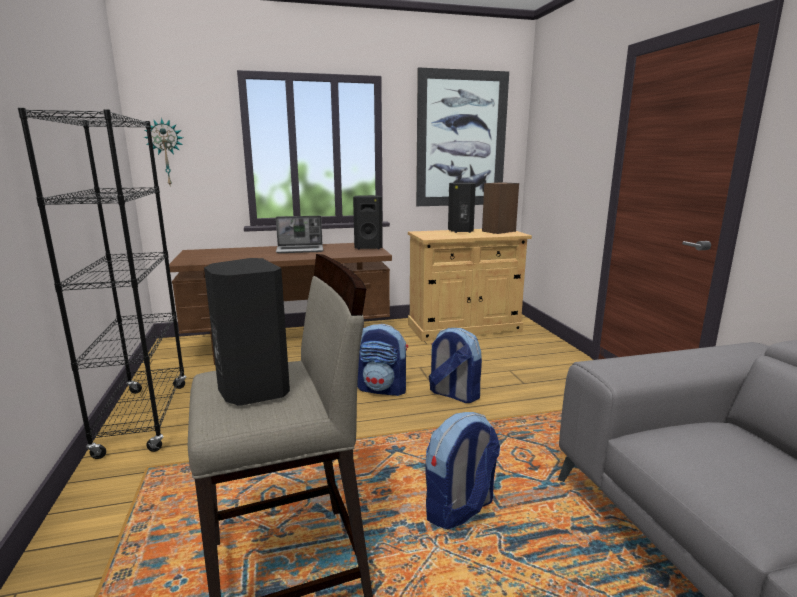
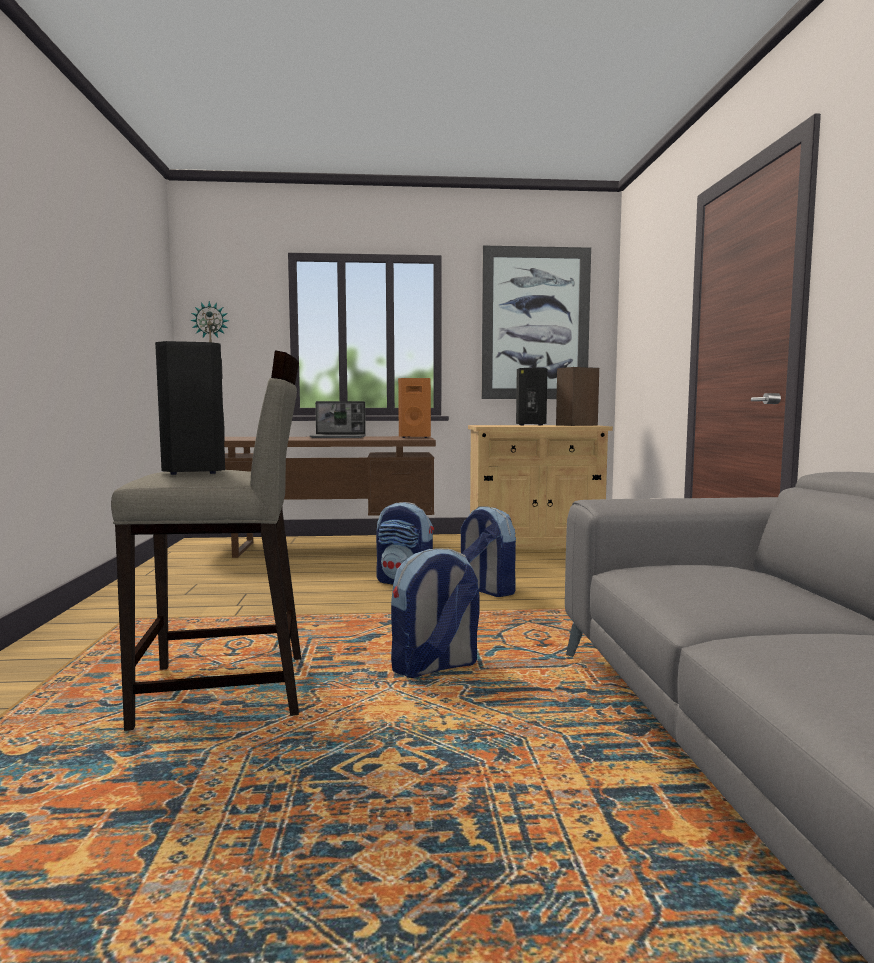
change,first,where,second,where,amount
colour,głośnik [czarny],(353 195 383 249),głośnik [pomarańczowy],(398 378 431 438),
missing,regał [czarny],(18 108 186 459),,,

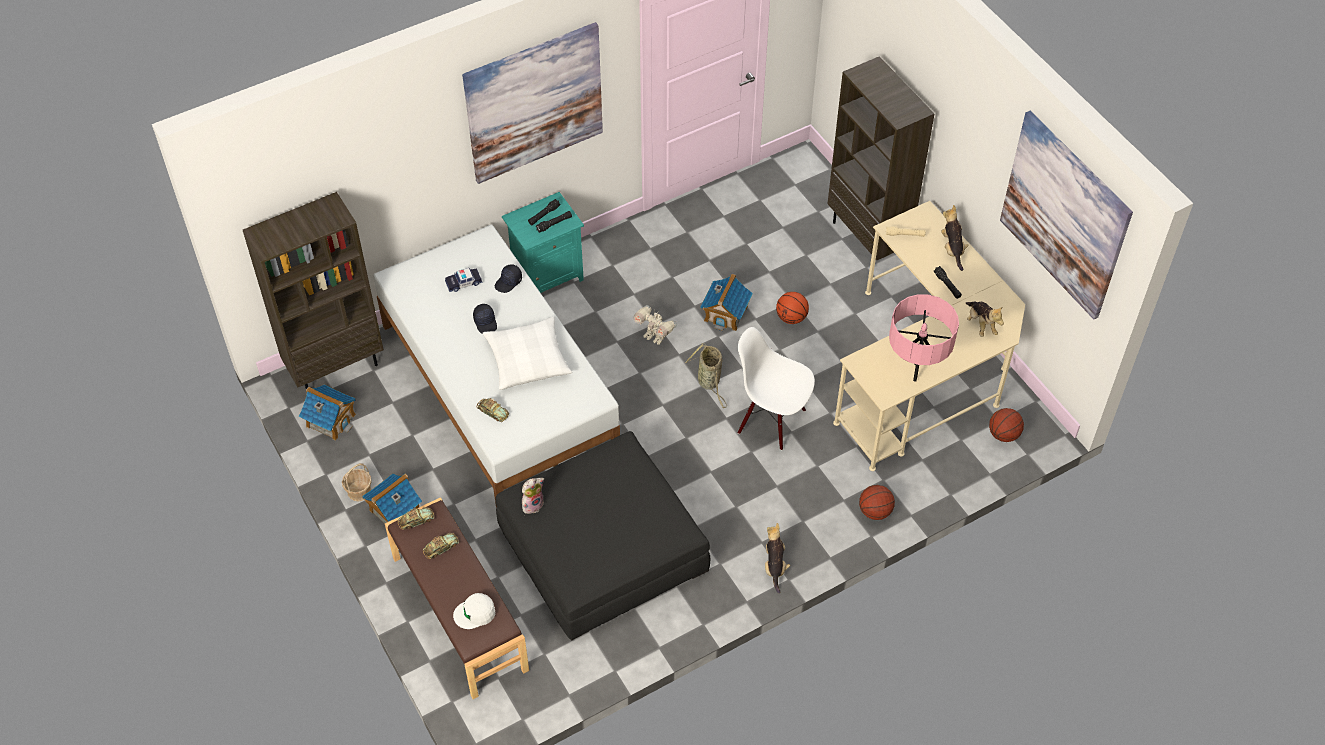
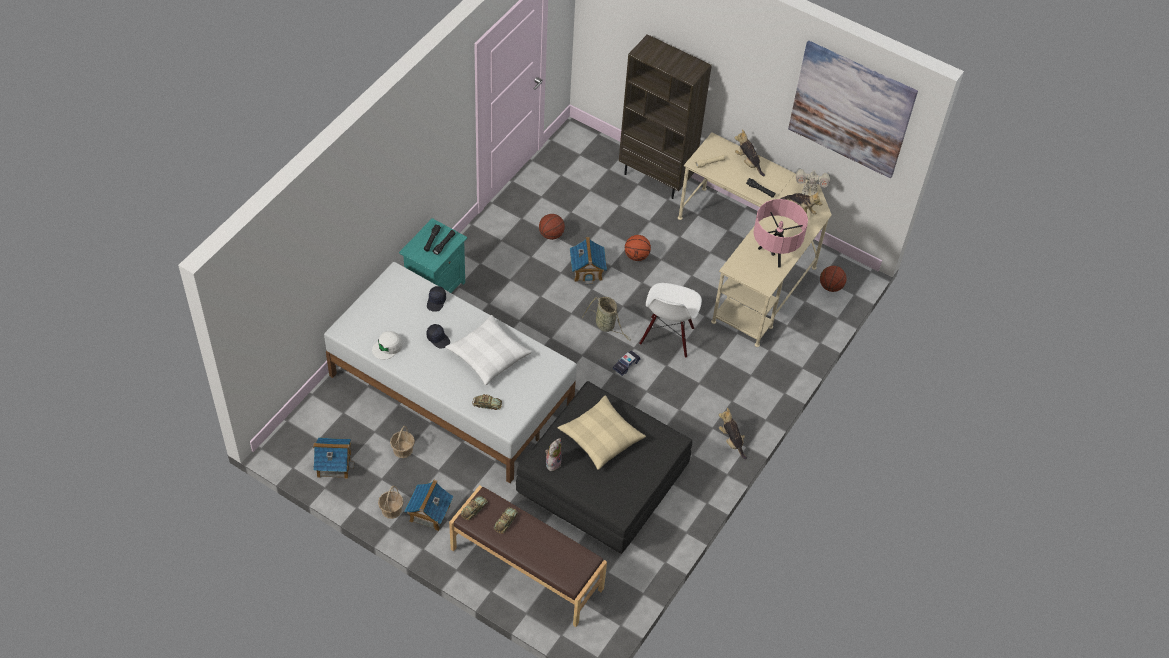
change,first,where,second,where,amount
relocated,czapka z daszkiem [biały],(453 593 495 629),,(372 331 403 360),
appeared,,,koszyk,(390 426 415 458),
relocated,piłka do koszykówki,(859 485 895 520),,(539 214 565 240),
appeared,,,poduszka [beżowy],(558 395 646 470),
relocated,samochodzik,(445 268 482 292),,(613 350 641 376),
spun,krzesło [biały],(738 327 815 450),,(639 283 702 358),75 degrees counterclockwise
relocated,robot zabawkowy,(633 305 677 345),,(796 168 830 196),
missing,regał [brązowy],(243 192 384 389),,,
missing,obraz,(462 22 603 184),,,

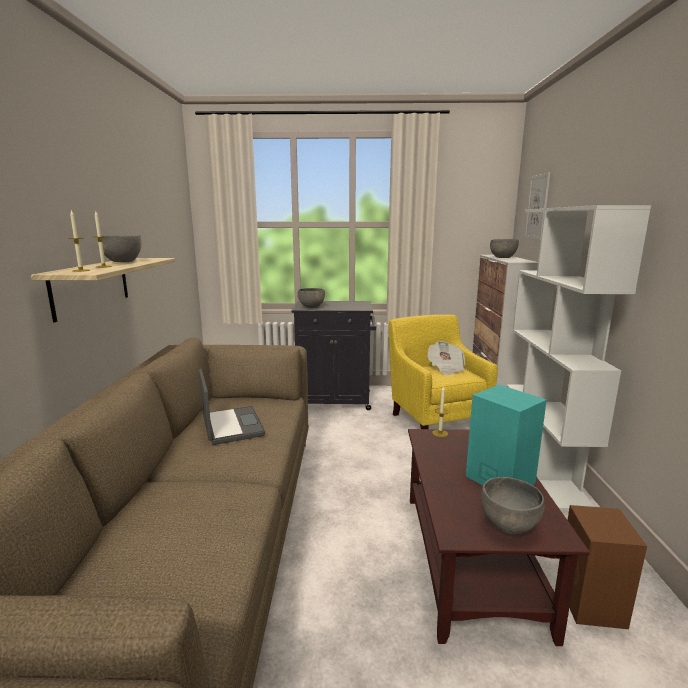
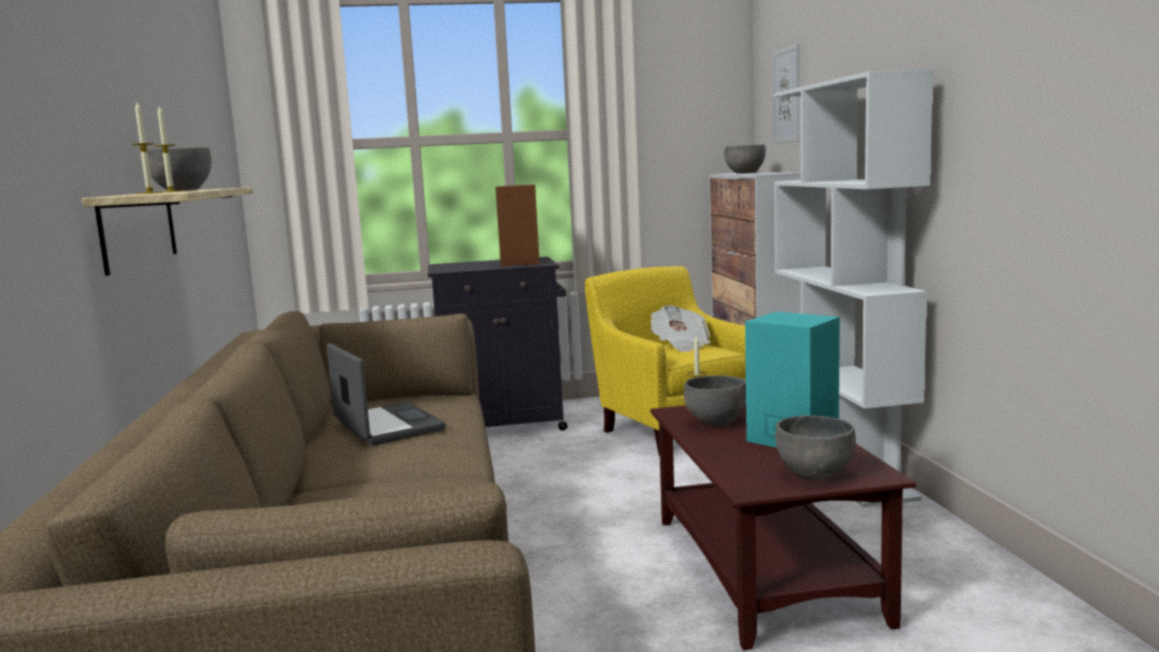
change,first,where,second,where,amount
relocated,głośnik [brązowy],(568 505 647 629),,(496 184 540 266),
relocated,miska [szary],(298 288 325 308),,(684 375 746 426),

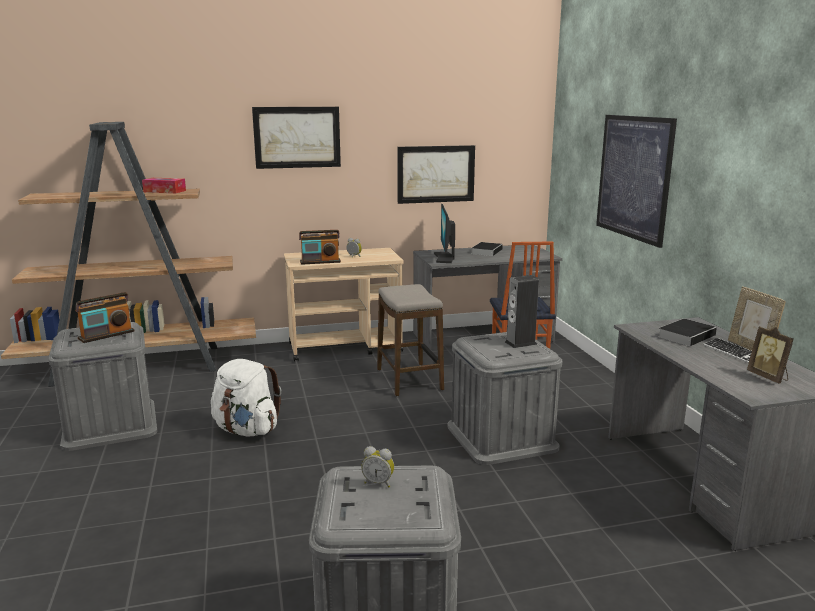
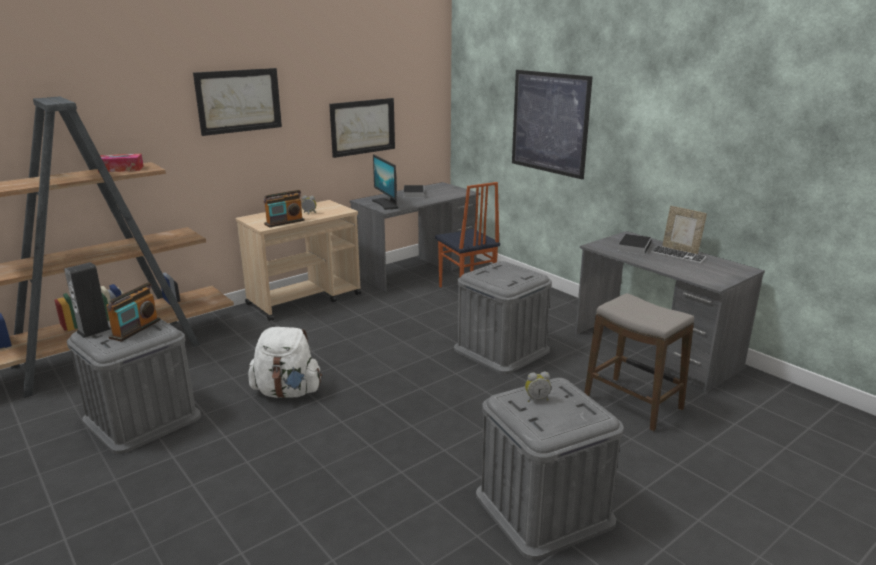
change,first,where,second,where,amount
relocated,głośnik,(505 275 539 348),,(64 262 111 338),
relocated,stołek,(377 284 444 396),,(584 293 694 431),
missing,ramka na zdjęcie,(747 326 794 383),,,

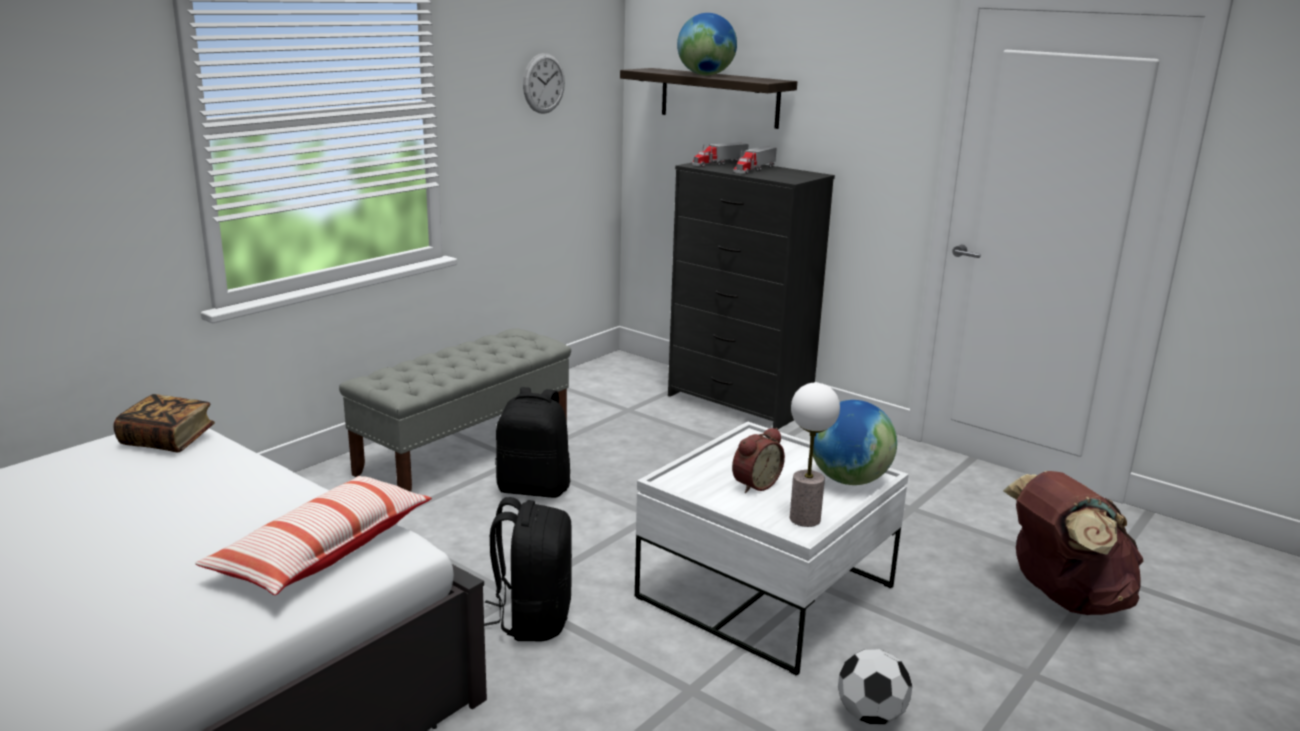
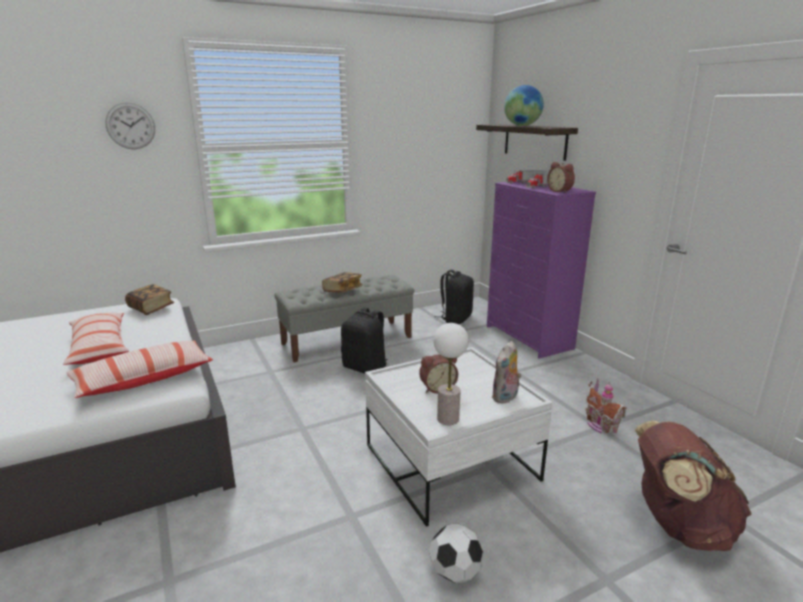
change,first,where,second,where,amount
appeared,,,poduszka,(63 312 129 365),
relocated,zegar ścienny,(523 53 565 114),,(105 102 155 149),
appeared,,,książka,(322 272 363 293),
relocated,plecak [czarny],(484 497 572 641),,(435 270 474 324),
colour,komoda [czarny],(668 160 835 429),komoda [fioletowy],(487 180 596 359),
exchanged,globus,(810 400 897 485),pluszak,(492 341 521 404),
appeared,,,budzik,(547 162 575 193),
appeared,,,domek,(586 378 627 434),

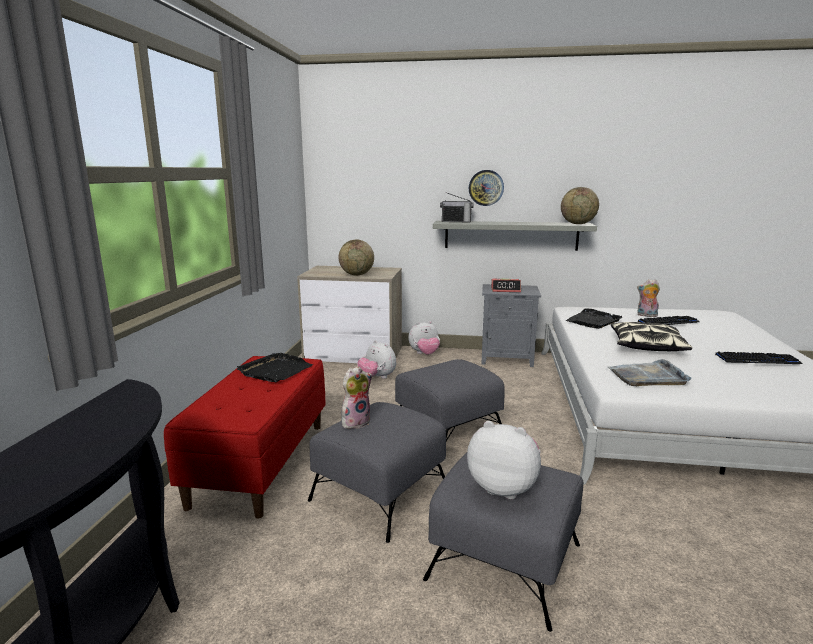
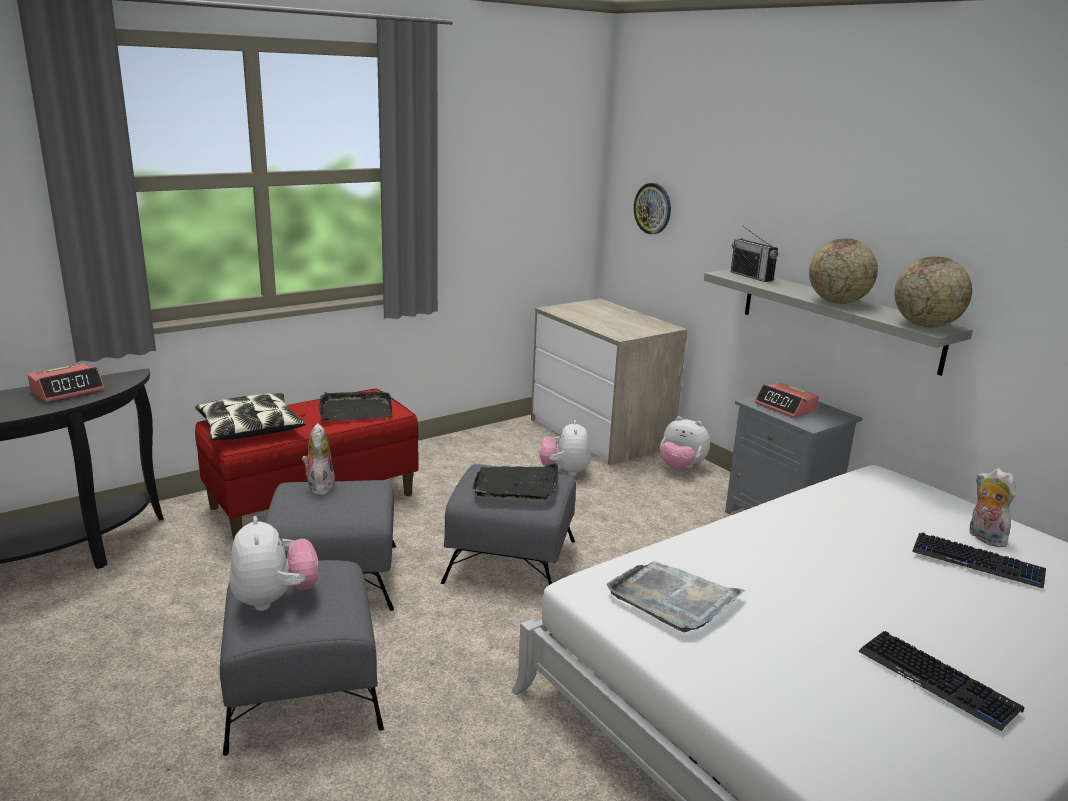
change,first,where,second,where,amount
appeared,,,budzik,(27 363 104 402),
relocated,poduszka,(611 322 692 351),,(195 393 306 441),
spun,pluszak,(341 366 372 429),,(302 423 335 495),105 degrees counterclockwise
relocated,taca [czarny],(565 308 623 329),,(472 463 558 500),
relocated,zegar ścienny,(469 170 504 206),,(634 183 671 234),
relocated,globus,(339 239 374 275),,(809 238 878 304),

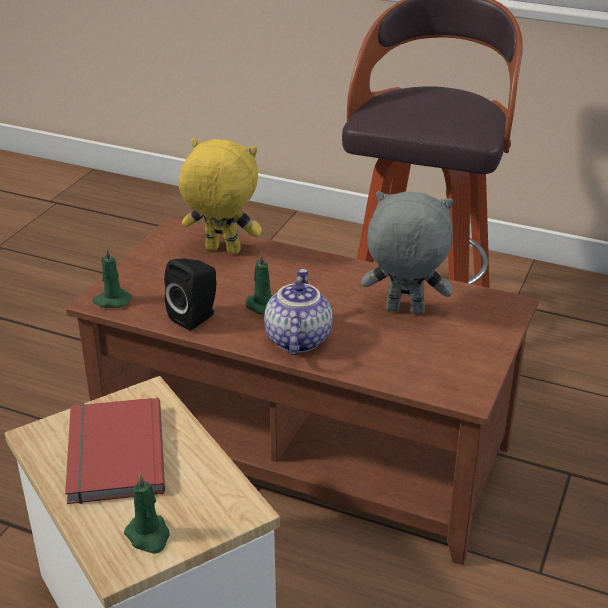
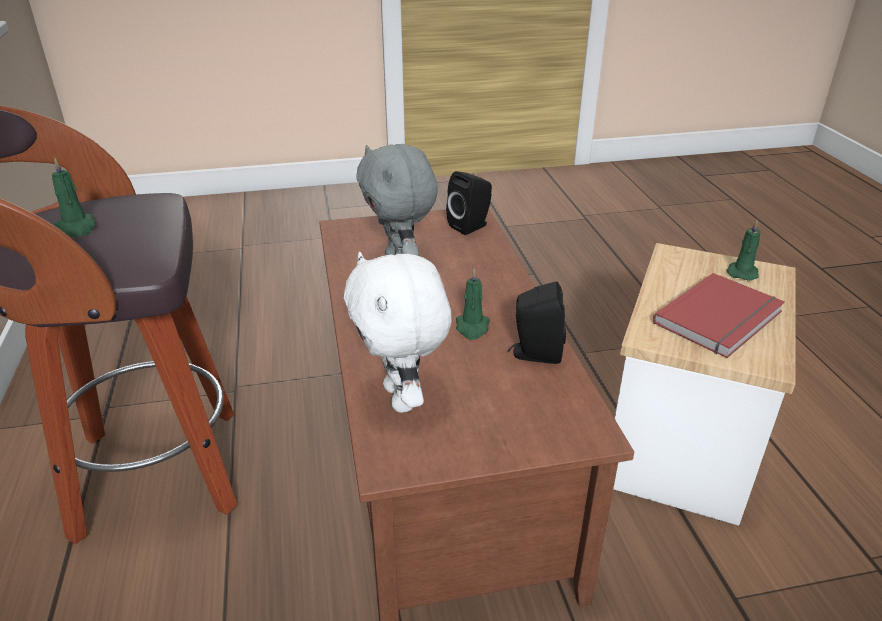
change,first,where,second,where,amount
relocated,świeca [zielony],(92 247 131 308),,(52 157 96 237),
colour,pluszak [żółty],(179 139 262 254),pluszak [biały],(344 252 452 413),
appeared,,,głośnik [czarny],(446 171 492 235),
missing,imbryk,(264 269 333 355),,,

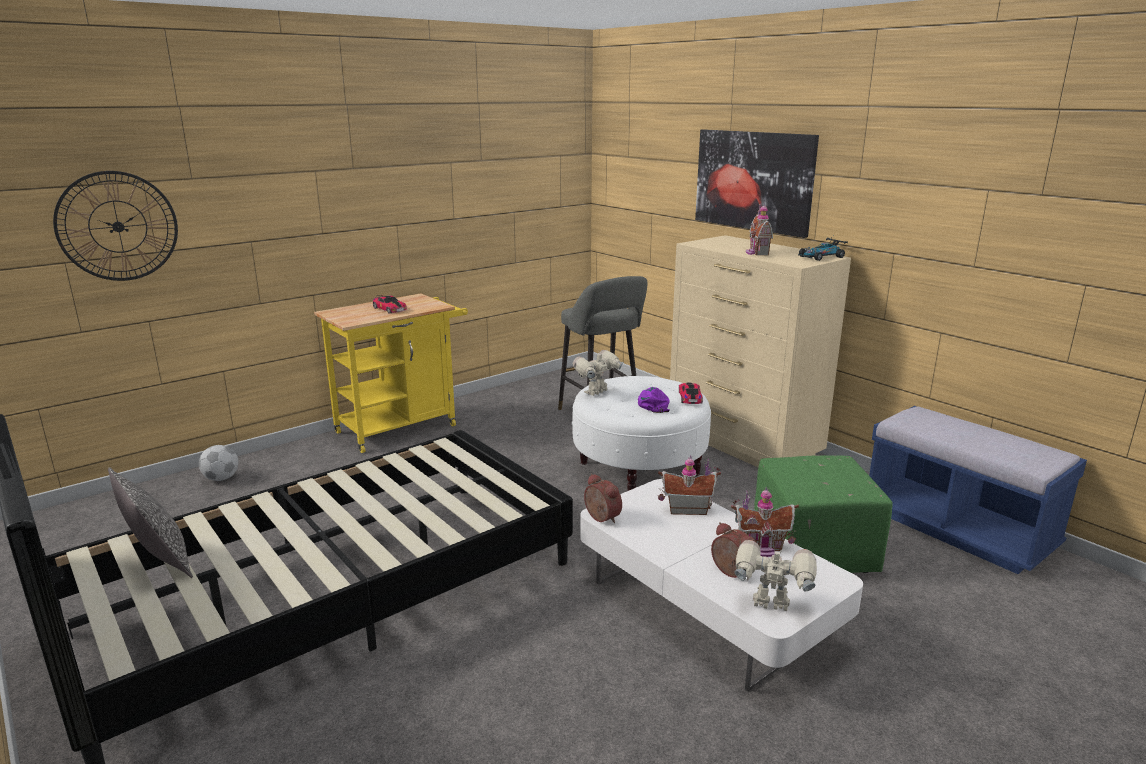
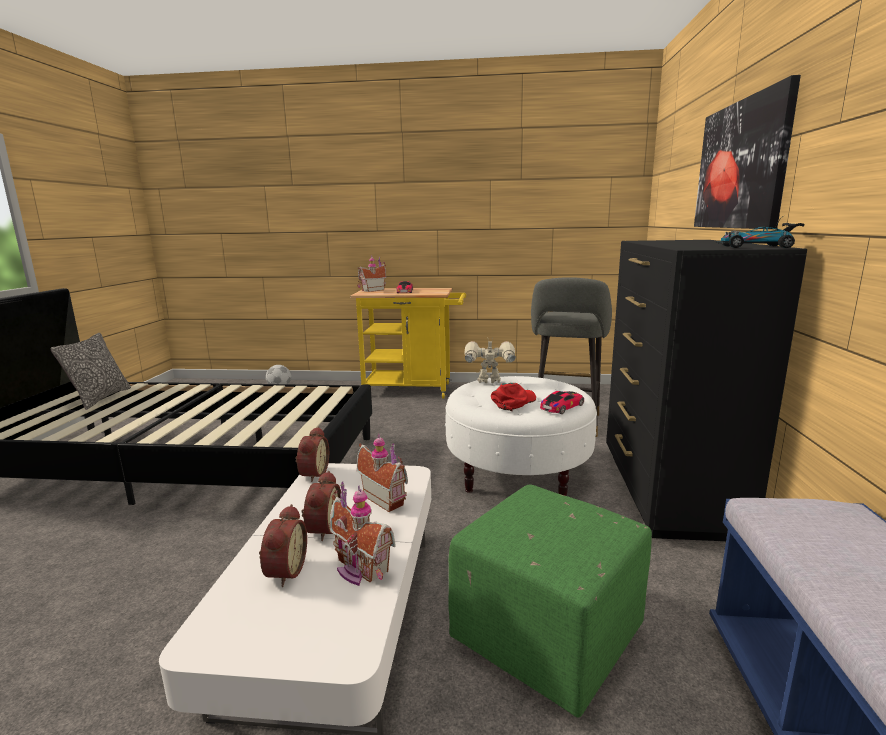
change,first,where,second,where,amount
appeared,,,budzik,(301 471 341 541),
relocated,domek,(746 203 773 256),,(357 255 386 292),
colour,czapka z daszkiem [fioletowy],(638 387 670 413),czapka z daszkiem [czerwony],(491 383 536 411),
colour,komoda [beżowy],(670 235 851 467),komoda [czarny],(606 240 807 541),
missing,zegar ścienny,(53 171 178 281),,,
missing,robot zabawkowy,(734 540 817 611),,,

